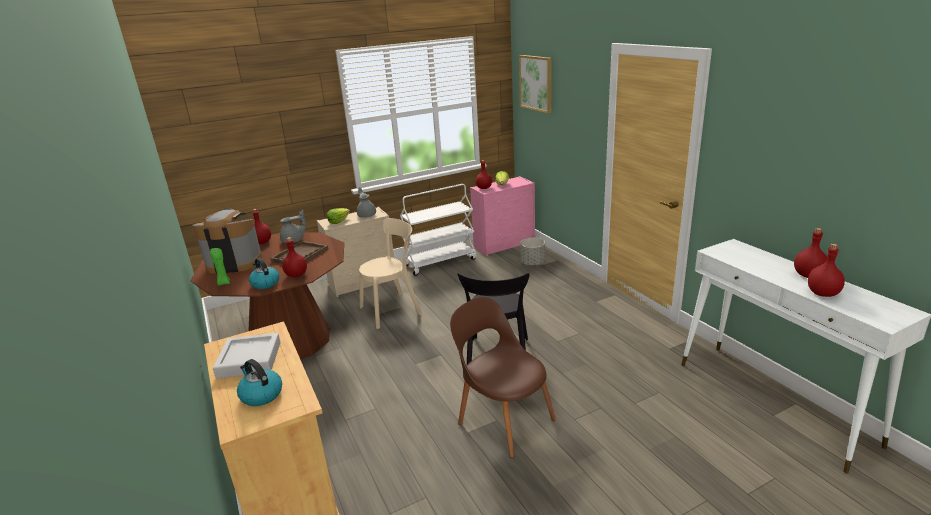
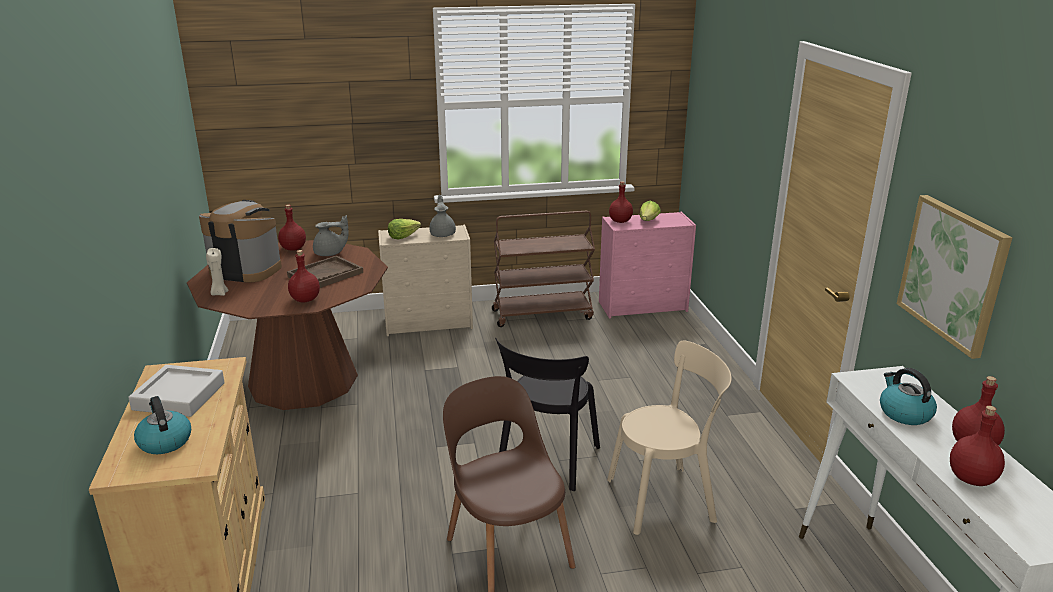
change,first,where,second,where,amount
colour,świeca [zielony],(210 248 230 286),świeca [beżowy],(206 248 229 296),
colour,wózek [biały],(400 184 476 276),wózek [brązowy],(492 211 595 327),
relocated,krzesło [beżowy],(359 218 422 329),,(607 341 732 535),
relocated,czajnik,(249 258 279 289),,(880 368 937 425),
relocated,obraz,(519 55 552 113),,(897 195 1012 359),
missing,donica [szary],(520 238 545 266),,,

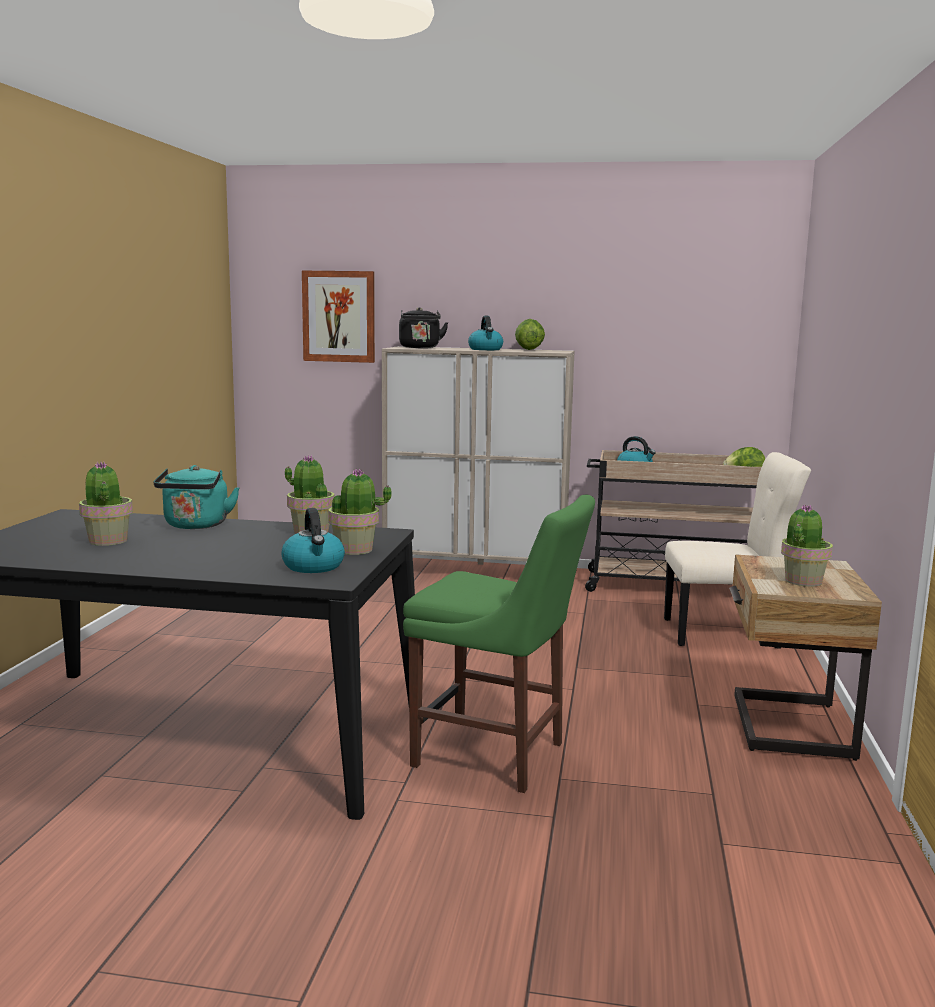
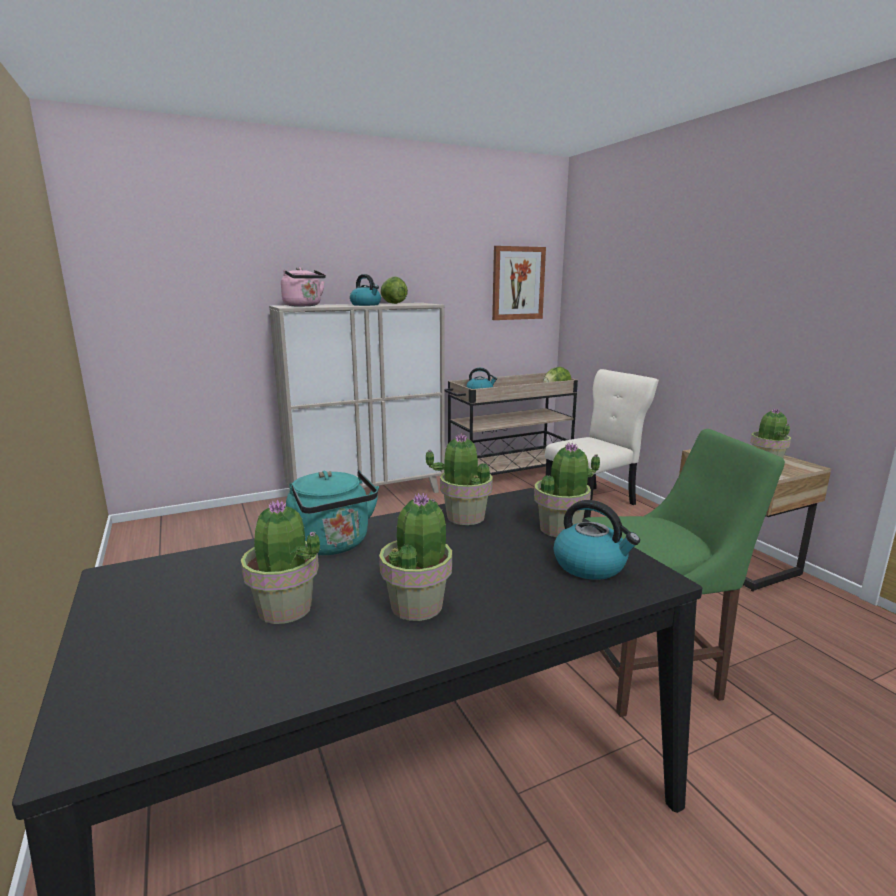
change,first,where,second,where,amount
colour,czajnik [czarny],(399 307 449 348),czajnik [różowy],(281 267 326 306),
appeared,,,roślina doniczkowa,(379 493 452 621),
relocated,obraz,(302 271 375 363),,(492 246 546 320),

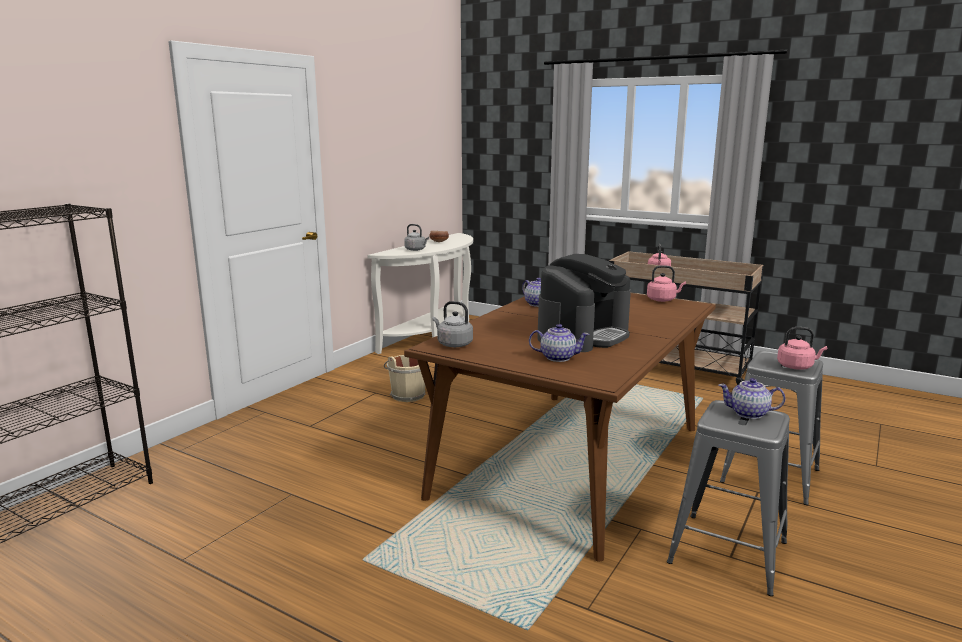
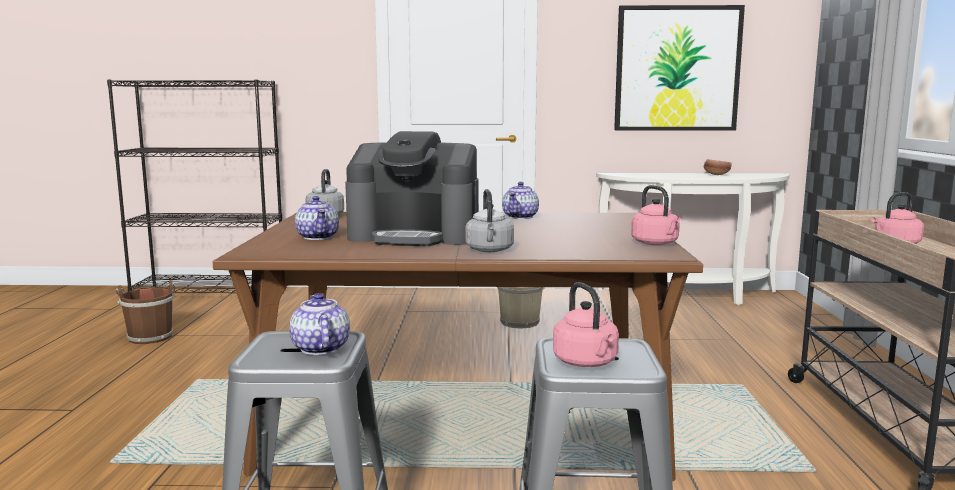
change,first,where,second,where,amount
appeared,,,wiadro [brązowy],(116 280 175 344),
relocated,czajnik [szary],(404 224 429 251),,(465 189 514 252),
appeared,,,obraz,(614 5 745 131),

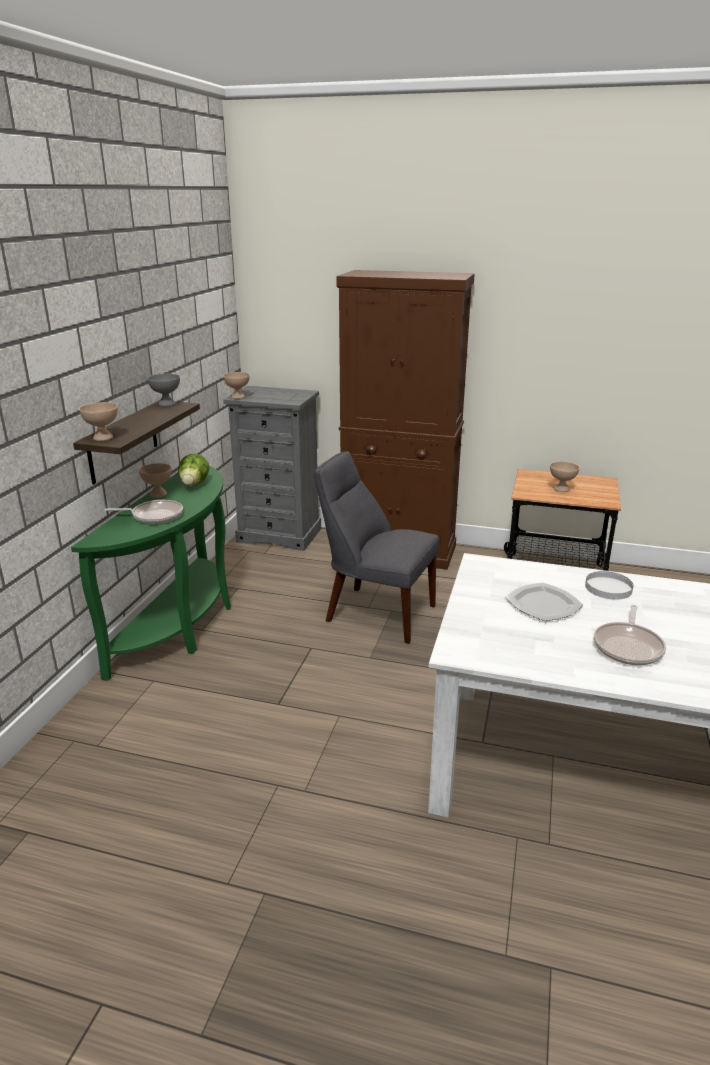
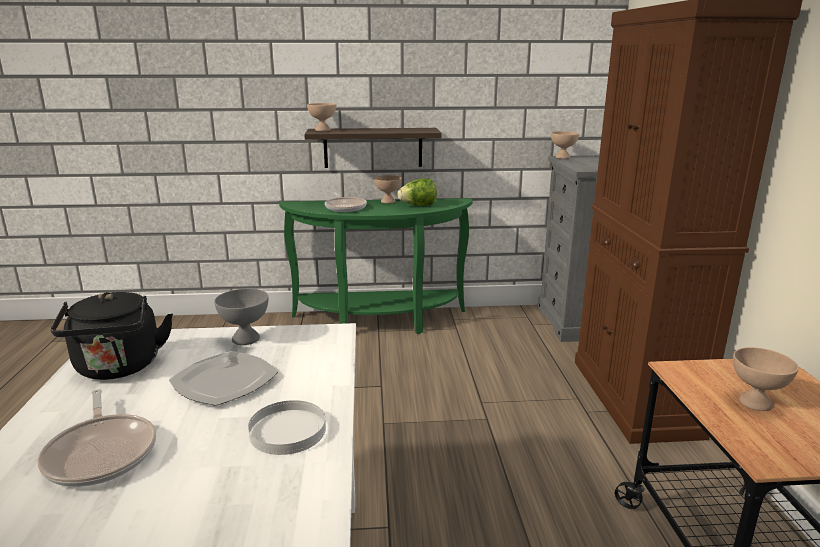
change,first,where,second,where,amount
spun,patelnia,(594 605 666 665),,(37 389 156 487),120 degrees counterclockwise
appeared,,,czajnik [czarny],(50 292 173 380),
relocated,miska [szary],(147 374 180 407),,(214 288 269 345),
missing,krzesło [szary],(314 451 439 644),,,

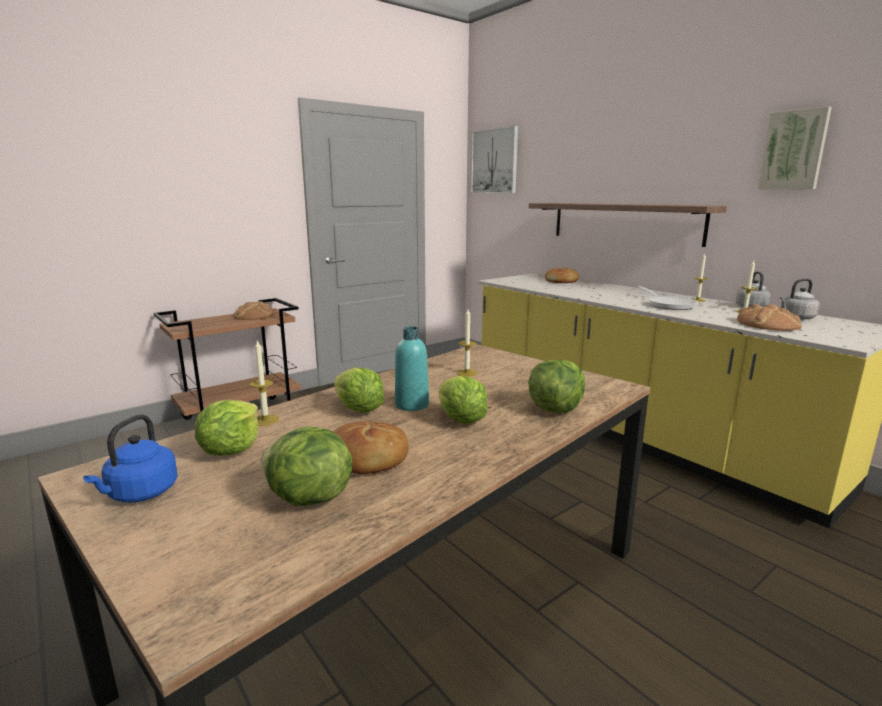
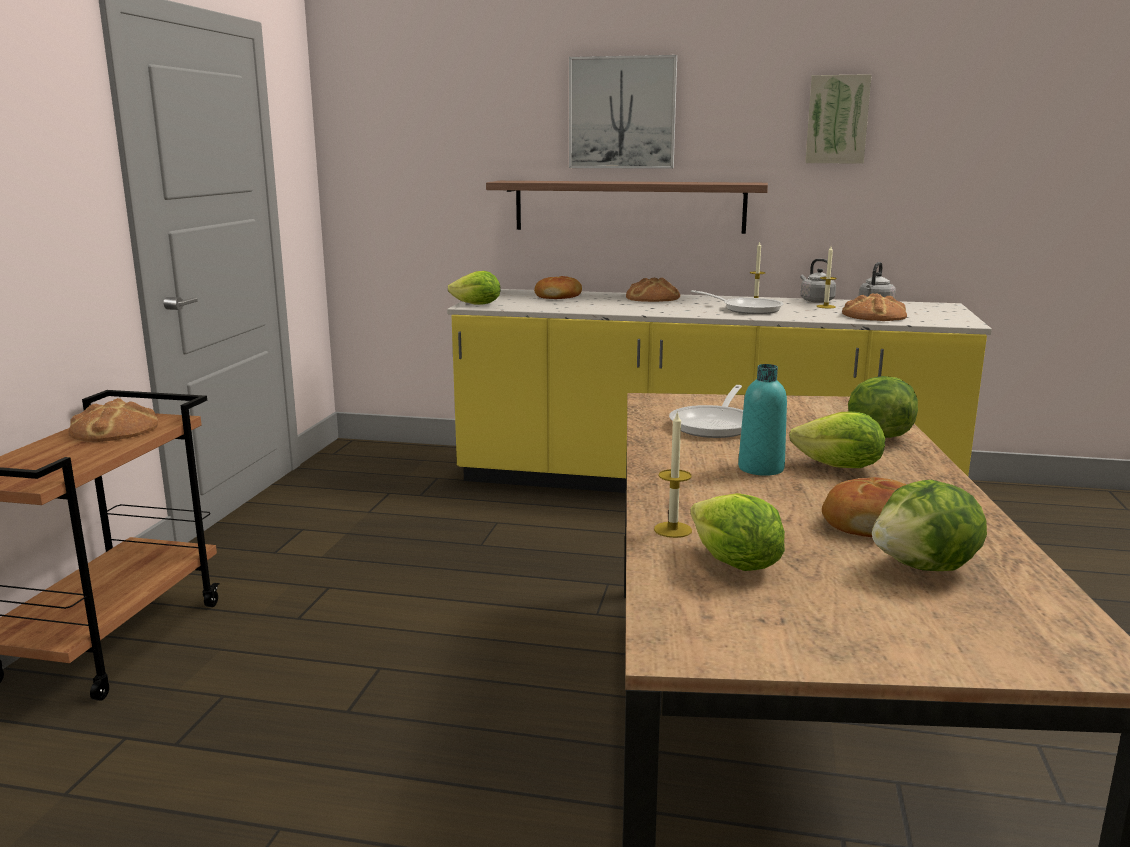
change,first,where,second,where,amount
relocated,sałata,(334 367 384 413),,(448 271 500 304),
relocated,obraz,(471 126 518 194),,(569 55 677 169),
appeared,,,chleb,(626 277 680 302),
exchanged,świeca,(457 309 477 377),patelnia,(669 385 743 438),
missing,czajnik [niebieski],(83 414 177 503),,,

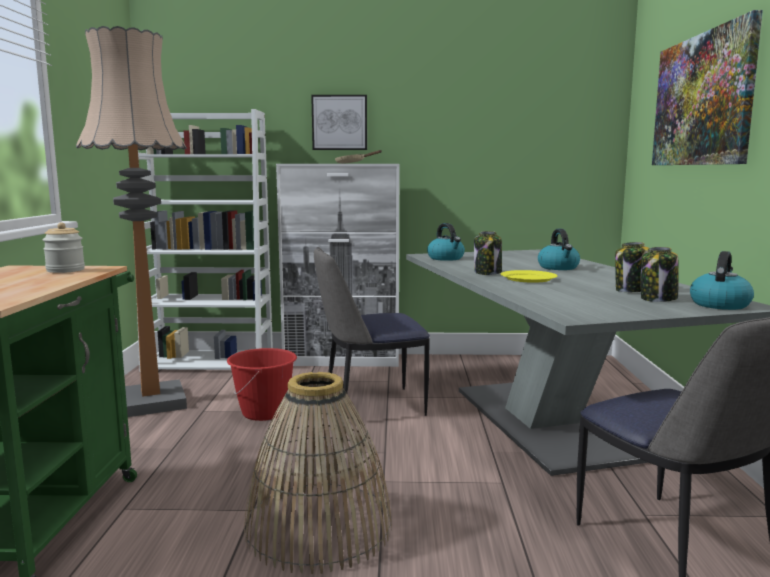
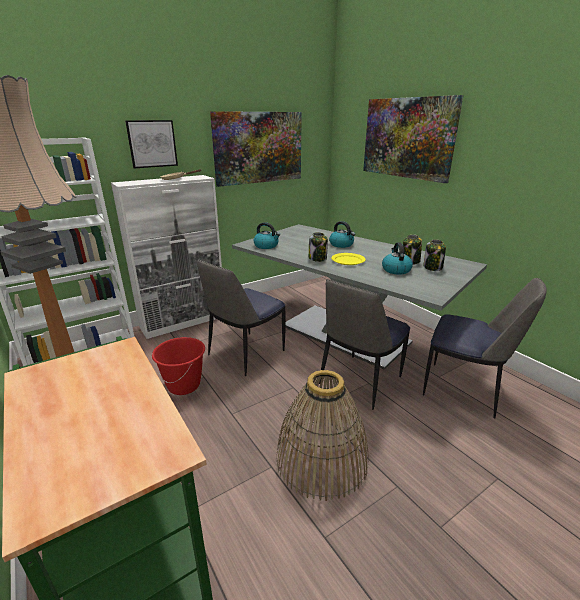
change,first,where,second,where,amount
appeared,,,obraz,(210 111 302 187),
appeared,,,krzesło,(319 279 410 410),
relocated,czajnik,(690 251 754 310),,(382 242 413 275),
missing,słoik,(43 222 85 273),,,

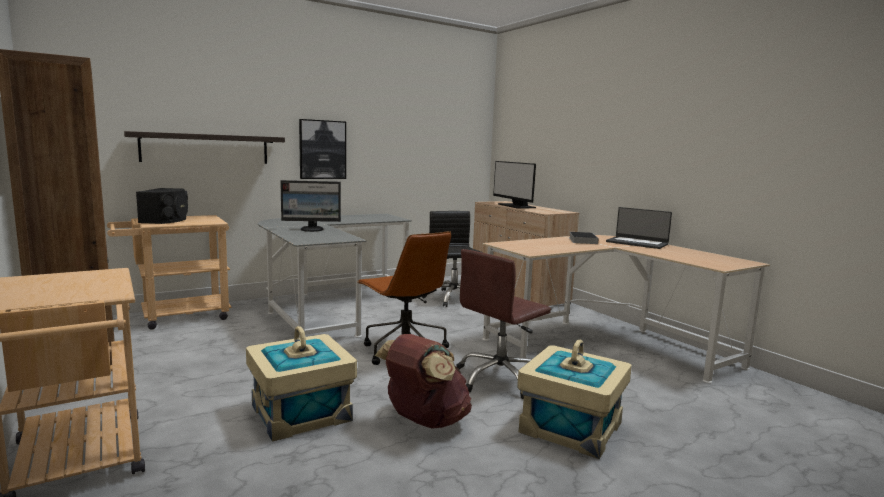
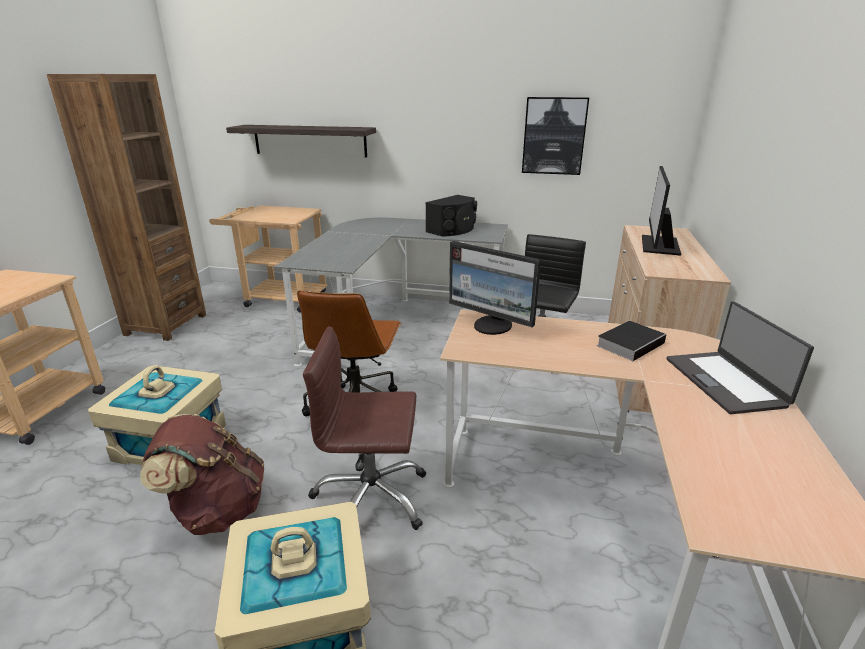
change,first,where,second,where,amount
relocated,głośnik [czarny],(136 188 188 224),,(426 195 477 237),
relocated,monitor,(280 180 341 232),,(449 241 541 335),
relocated,obraz,(299 119 346 179),,(522 97 589 175),

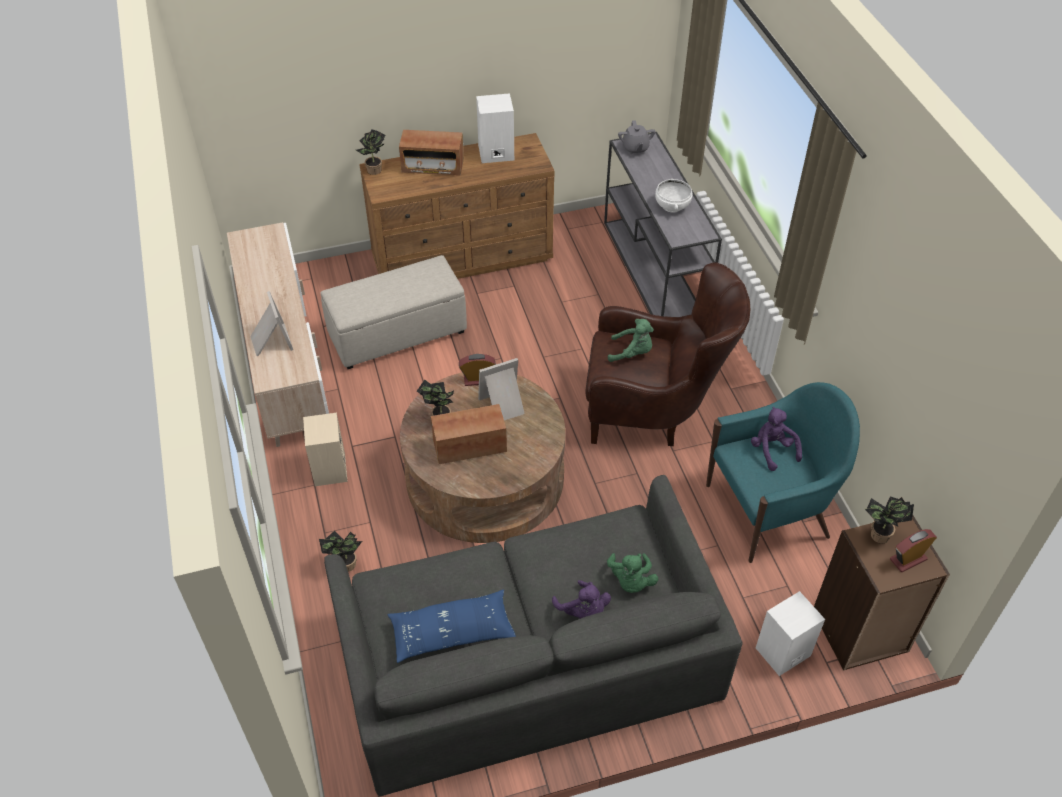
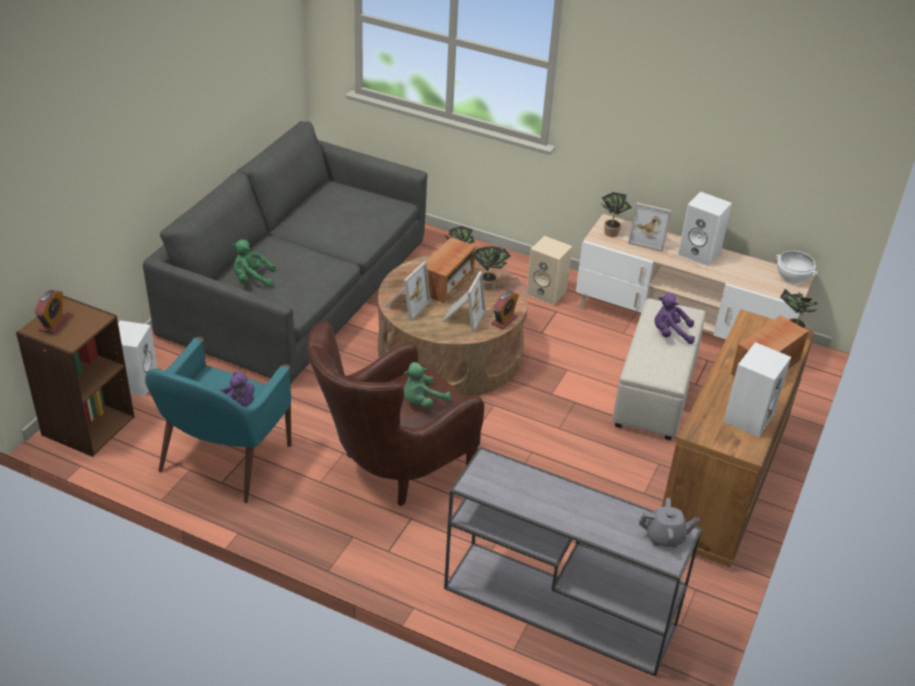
change,first,where,second,where,amount
spun,pluszak [zielony],(607 553 658 593),,(232 240 276 287),45 degrees counterclockwise
appeared,,,ramka na zdjęcie,(385 261 431 321),
relocated,roślina doniczkowa,(865 497 914 543),,(602 192 632 237),
spun,imbryk [szary],(618 120 656 154),,(639 498 699 548),150 degrees clockwise
relocated,pluszak [fioletowy],(552 580 611 619),,(654 293 695 344),
appeared,,,głośnik [biały],(678 192 732 267),
relocated,miska [biały],(655 179 693 213),,(776 251 817 283),
missing,poduszka [niebieski],(387 590 516 663),,,

